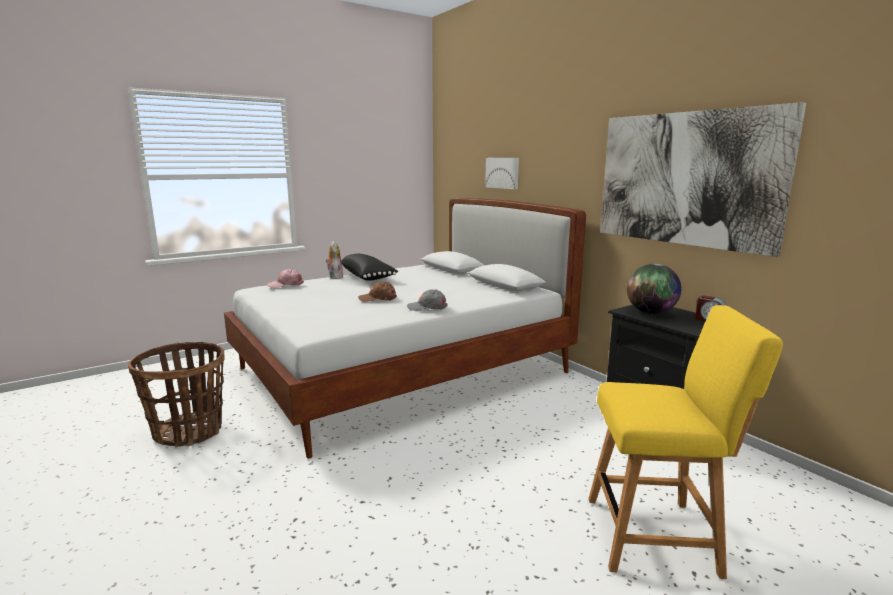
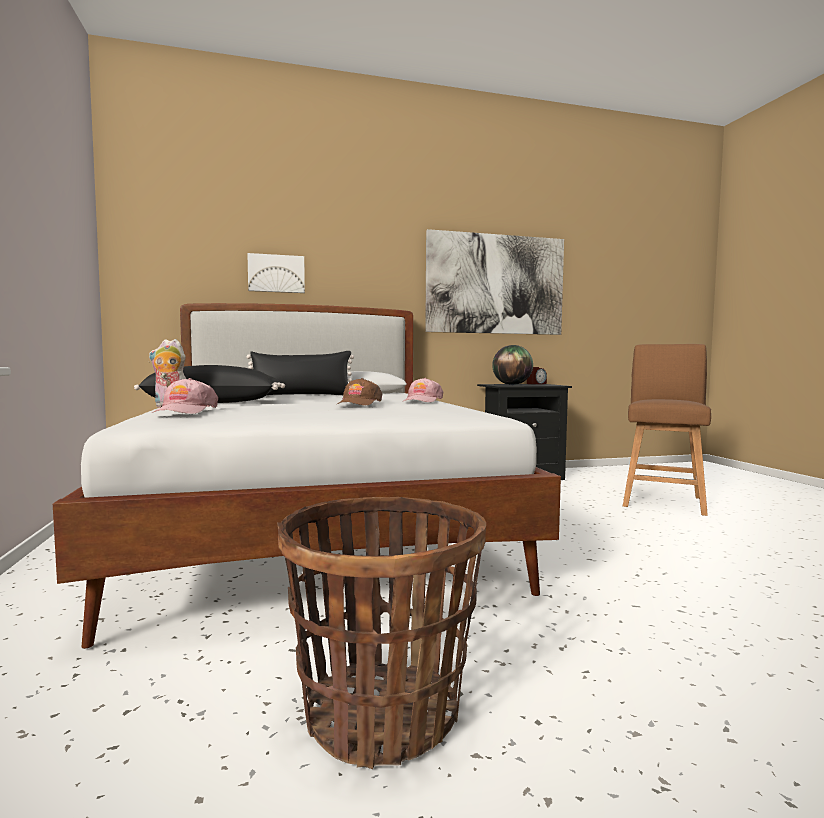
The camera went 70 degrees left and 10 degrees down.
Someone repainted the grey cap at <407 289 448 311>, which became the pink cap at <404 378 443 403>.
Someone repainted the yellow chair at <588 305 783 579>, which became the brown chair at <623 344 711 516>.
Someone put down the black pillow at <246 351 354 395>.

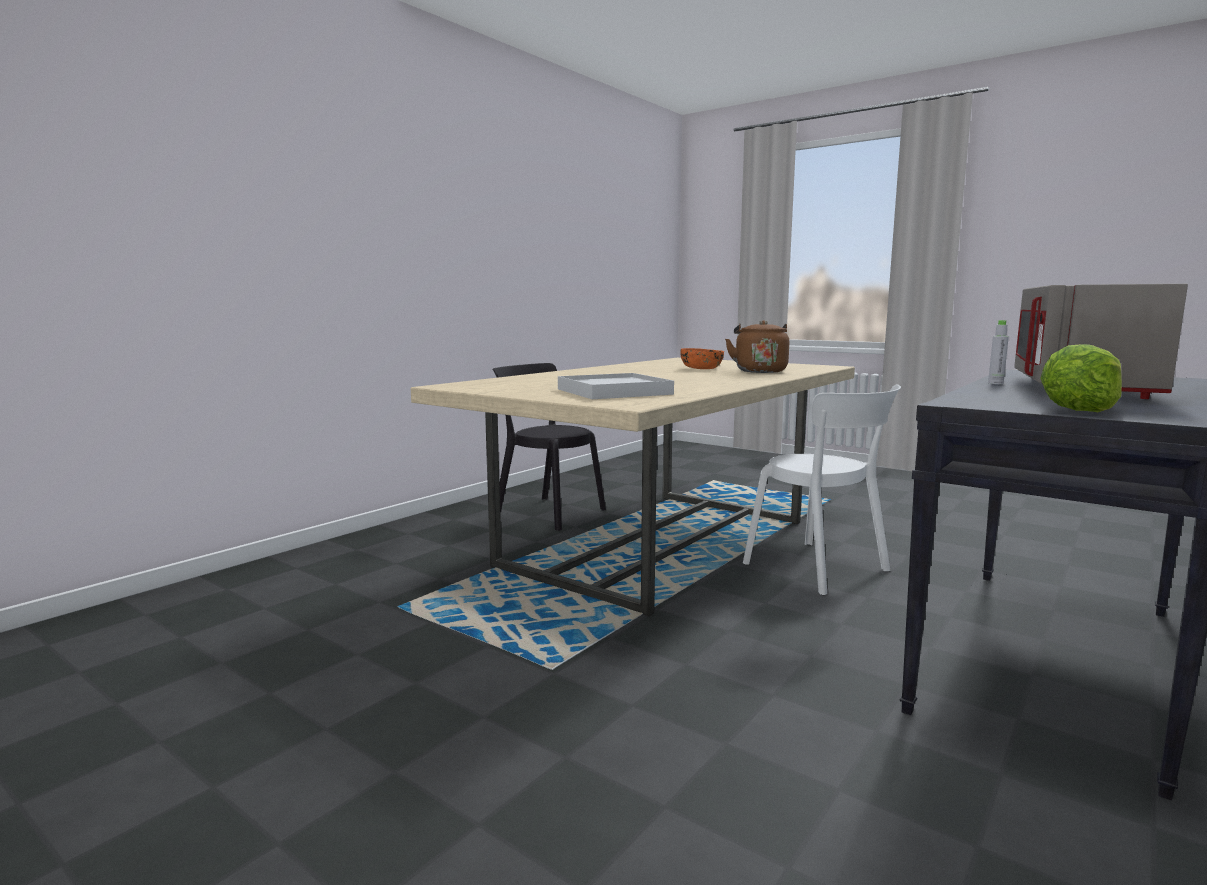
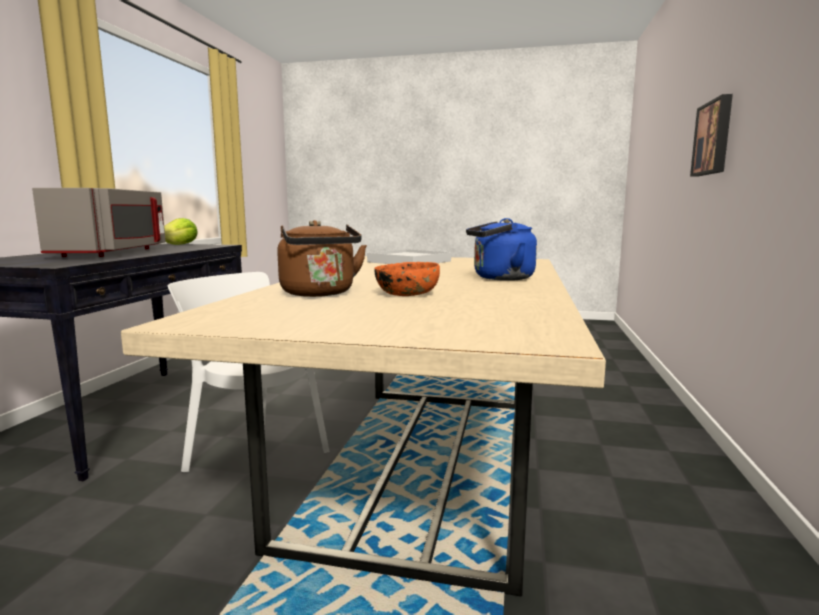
The camera went 155 degrees right and 0 degrees up.
Someone took away the black chair at <492 363 606 531>.
Someone took away the grey bottle at <988 320 1009 384>.
Someone put down the blue kettle at <466 218 537 281>.
Someone put up the picture at <690 94 733 176>.

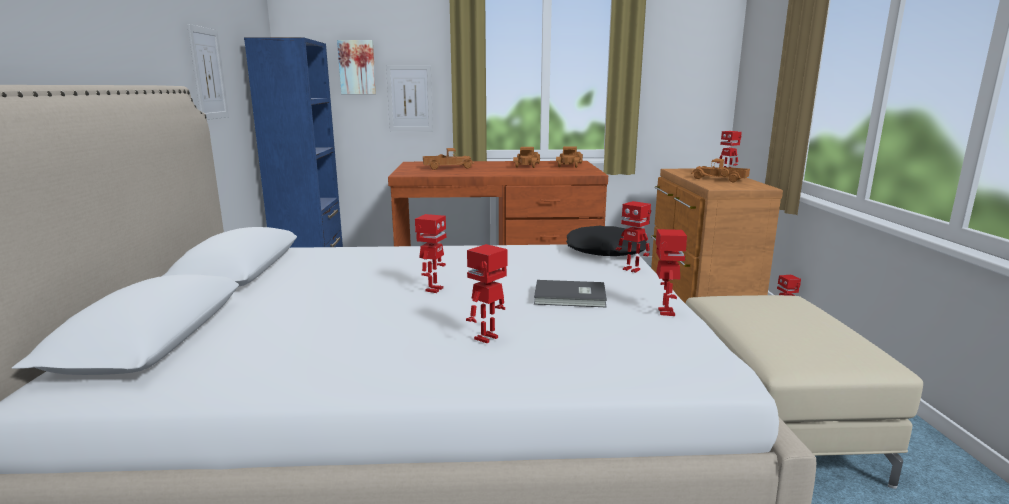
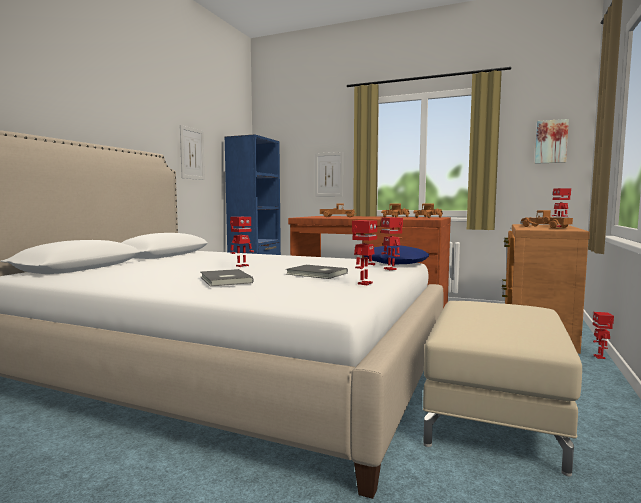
The camera went 25 degrees right and 10 degrees down.
Someone carried the picture from <337 40 376 94> to <535 119 569 164>.
Someone swapped the toy robot at <466 244 508 343> for the grey book at <201 269 254 287>.
Someone repainted the black pillow at <566 226 647 256>, which became the blue pillow at <363 246 429 265>.

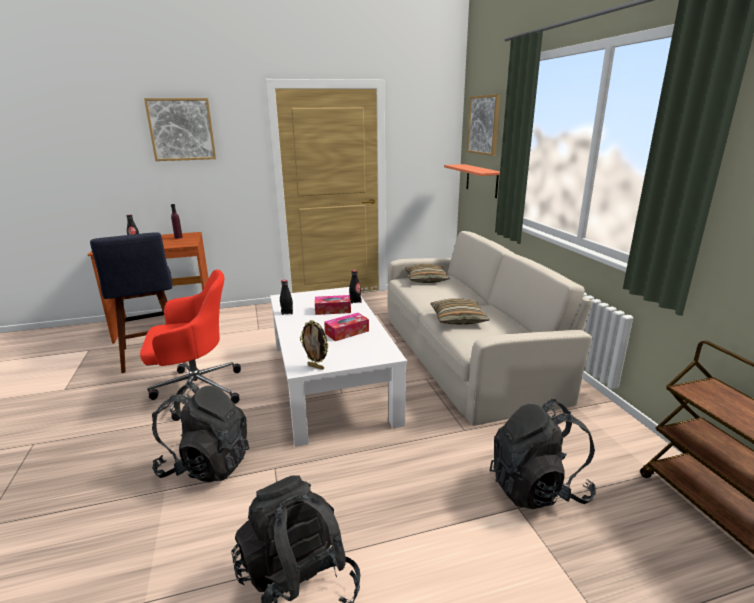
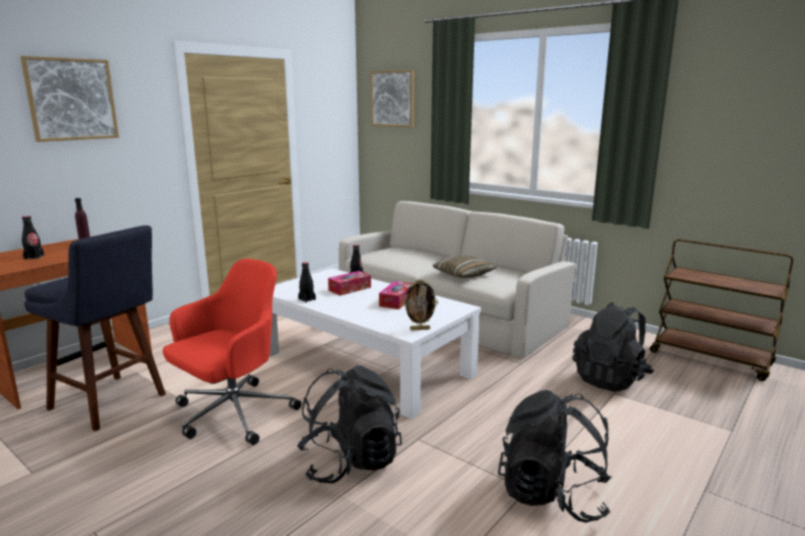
The camera went 35 degrees left and 5 degrees down.
Someone took away the pillow at <405 264 450 283>.
Someone took away the shelf at <444 164 500 198>.

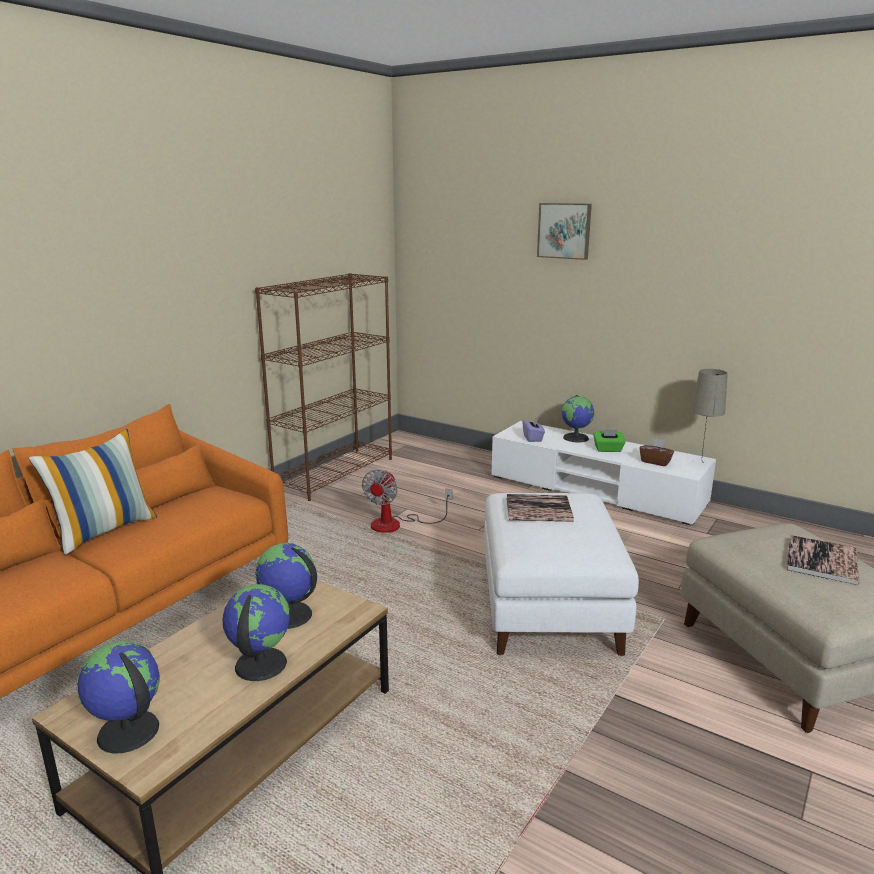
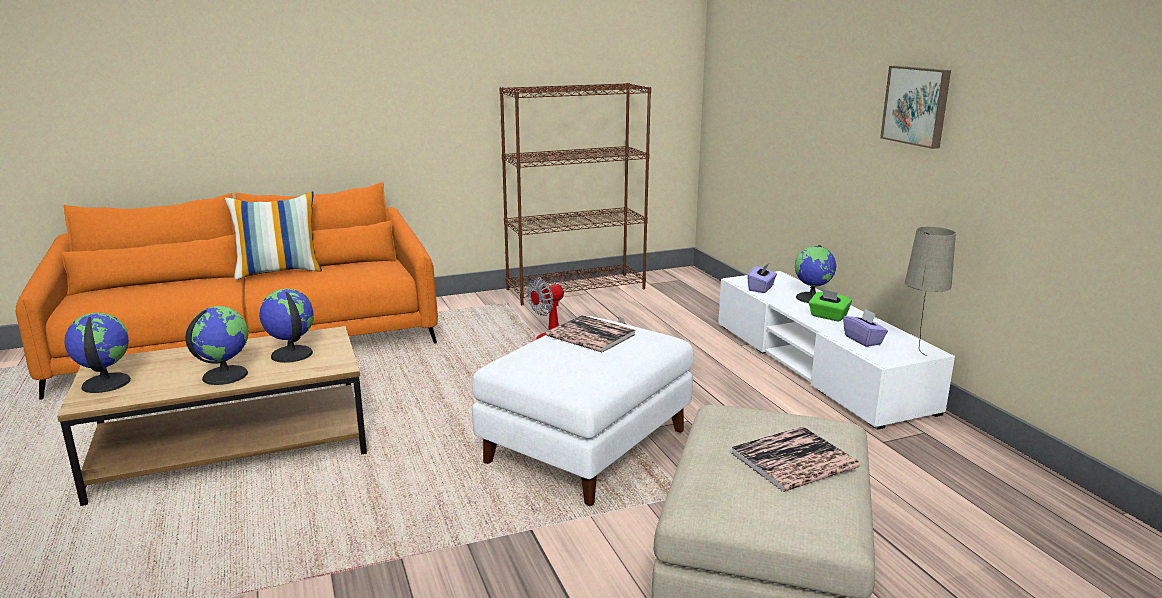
The camera went 35 degrees right and 0 degrees up.
Someone carried the picture from <537 203 592 260> to <880 66 951 149>.
Someone repainted the brown tissue box at <639 438 674 466>, which became the purple tissue box at <843 309 888 347>.

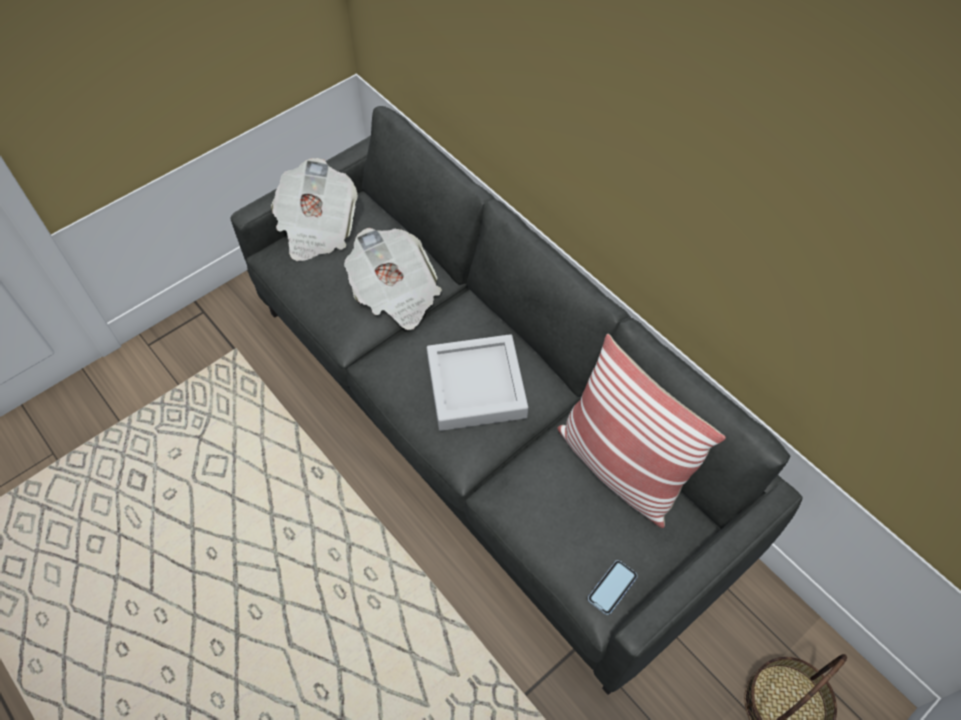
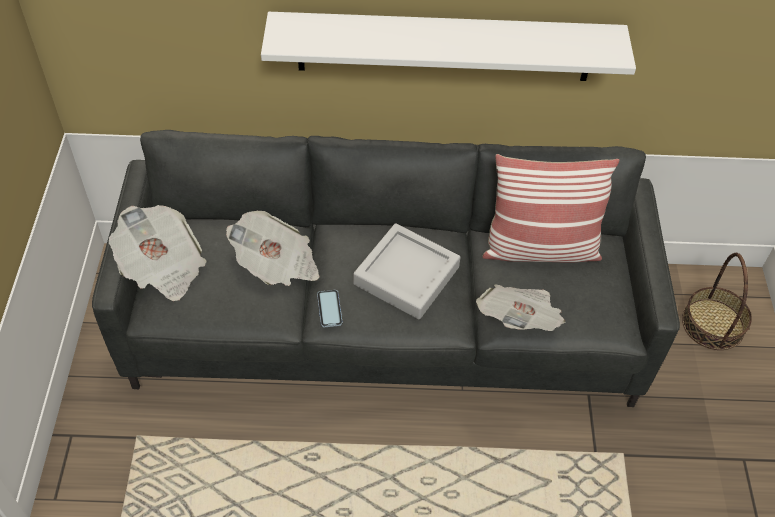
The camera went 50 degrees left and 5 degrees down.
Someone carried the phone from <588 560 638 615> to <317 290 343 327>.
Someone put up the white shelf at <261 12 636 81>.
Someone put down the newspaper at <476 284 566 331>.

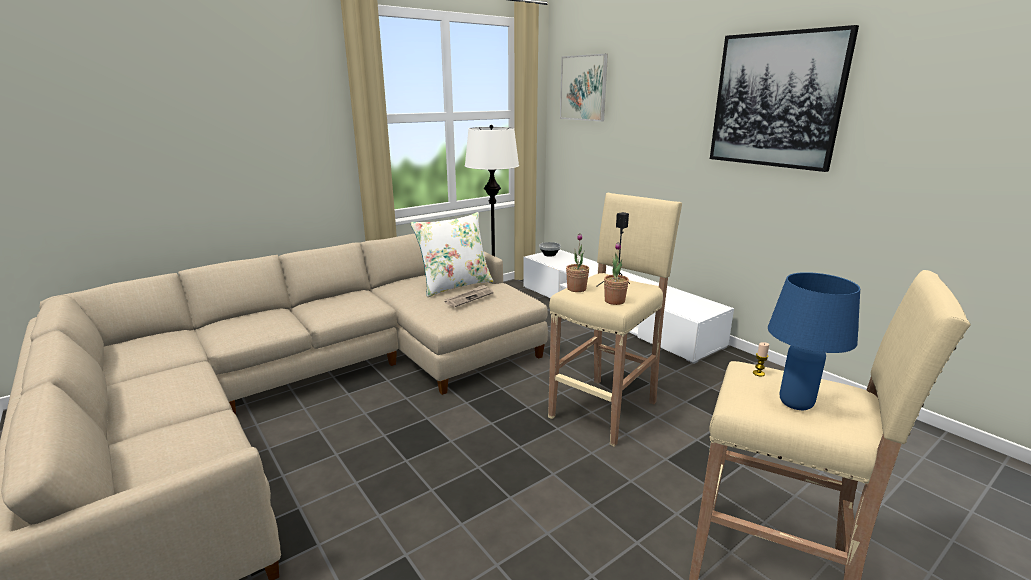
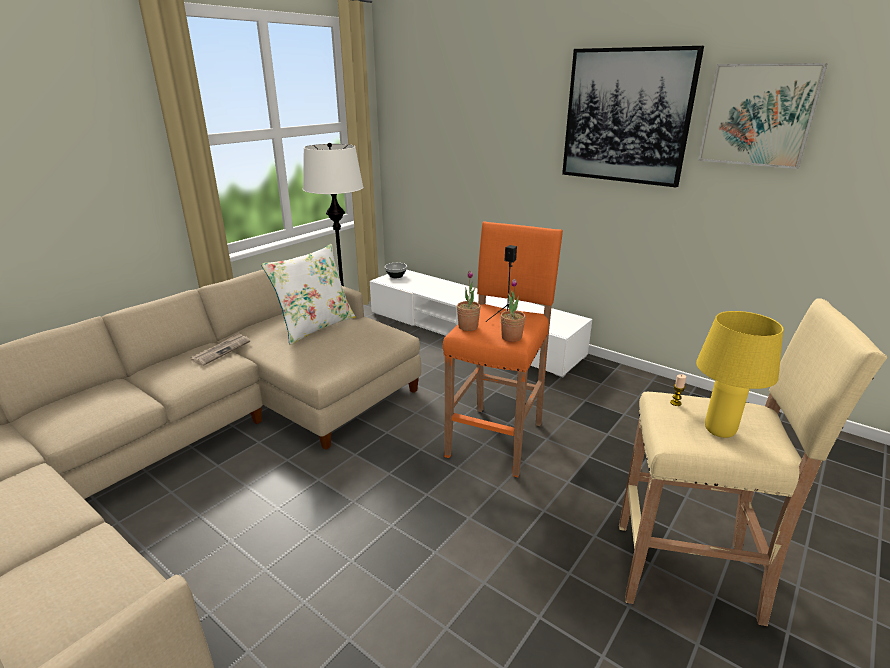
The camera went 15 degrees left and 5 degrees up.
Someone carried the newspaper from <444 285 494 307> to <191 333 250 366>.
Someone repainted the beige stool at <548 193 682 447>, which became the orange stool at <443 221 563 477>.
Someone carried the picture from <560 54 608 121> to <698 63 828 169>.
Someone repainted the blue table lamp at <768 272 860 410>, which became the yellow table lamp at <696 311 784 438>.

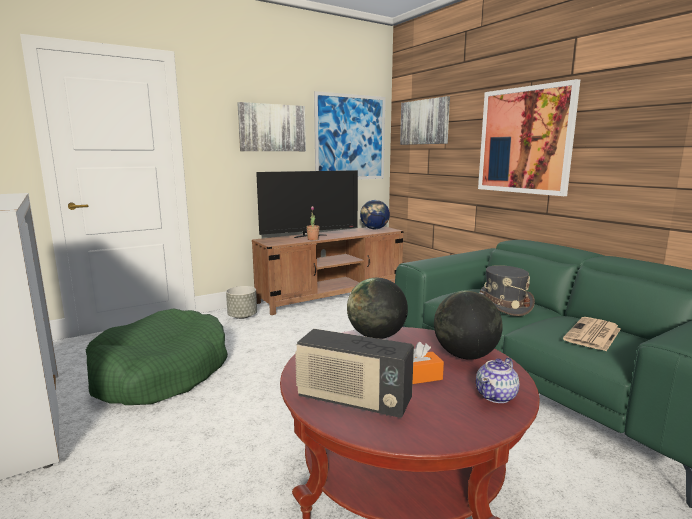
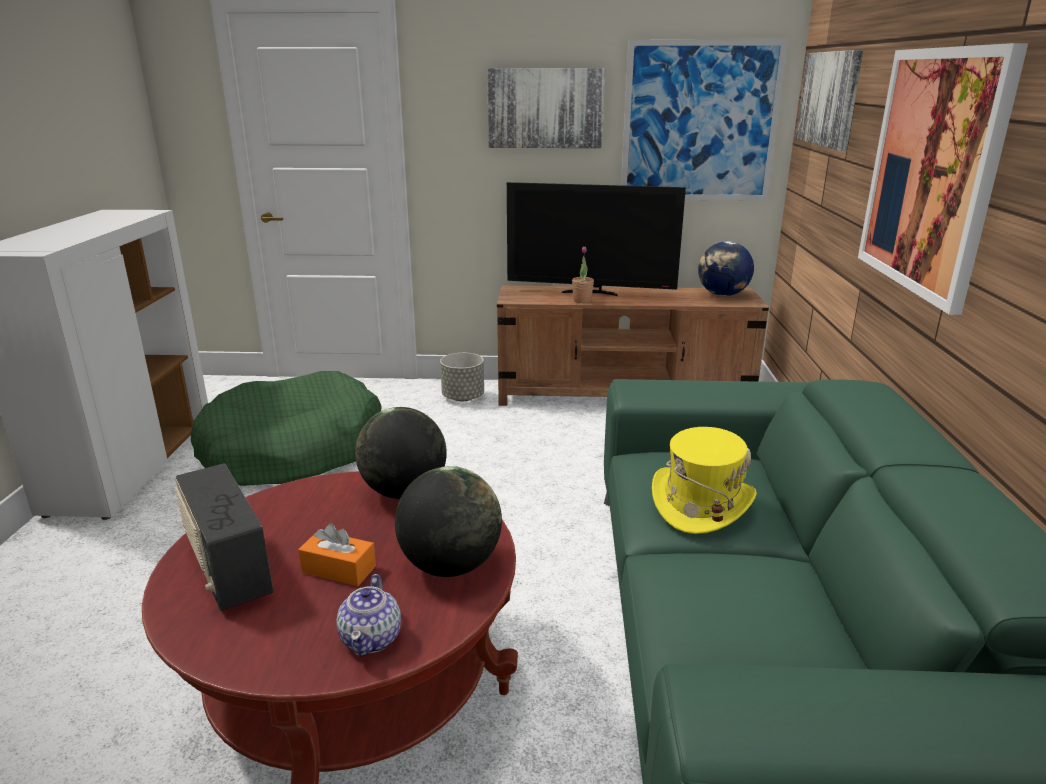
The camera went 35 degrees right and 10 degrees up.
Someone rotated the teapot at <476 358 519 403> by 75 degrees counterclockwise.
Someone repainted the grey hat at <479 265 535 316>, which became the yellow hat at <652 427 757 534>.
Someone took away the newspaper at <563 317 621 351>.

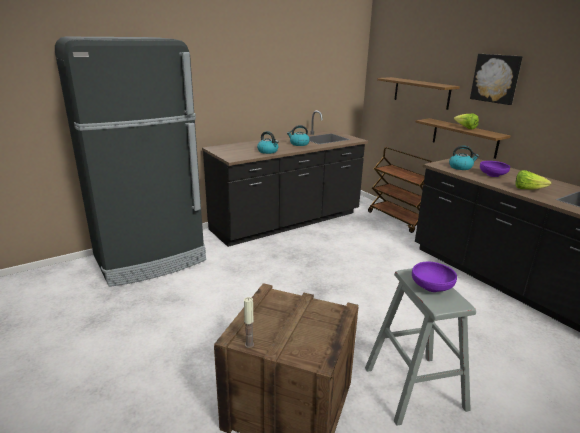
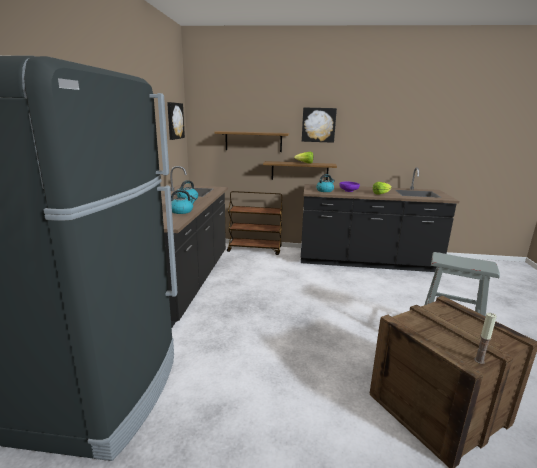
The camera went 50 degrees left and 5 degrees down.
Someone took away the purple bowl at <412 262 457 292>.
Someone put up the picture at <167 102 185 140>.

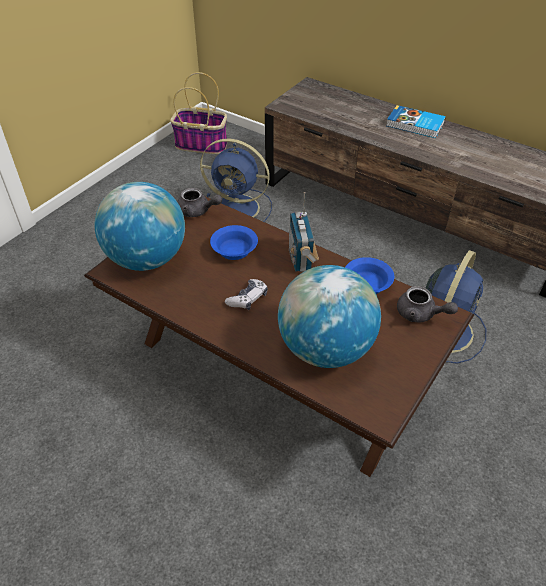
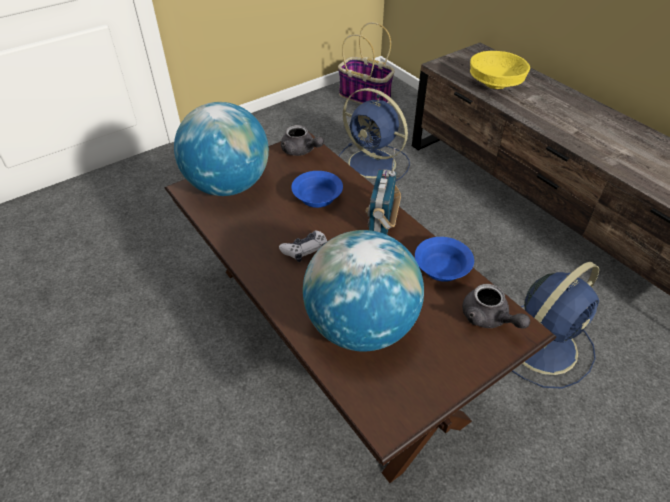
The camera went 20 degrees right and 0 degrees up.
Someone took away the book at <386 105 446 138>.
Someone put down the yellow bowl at <470 51 530 89>.

